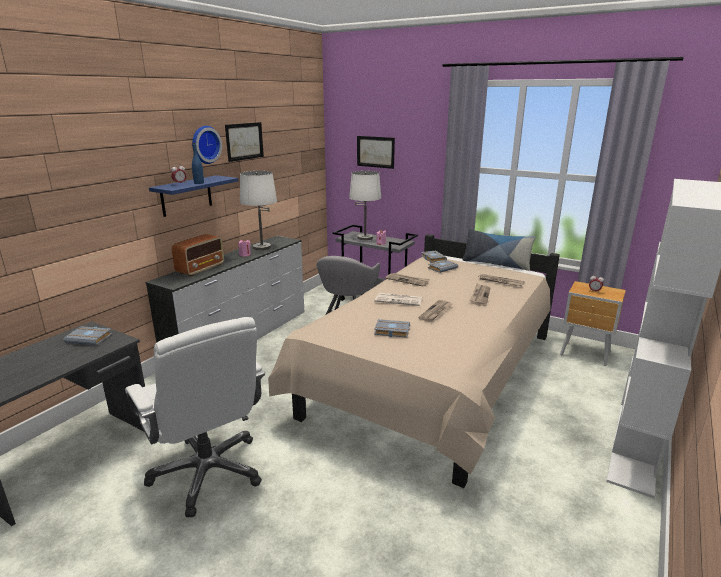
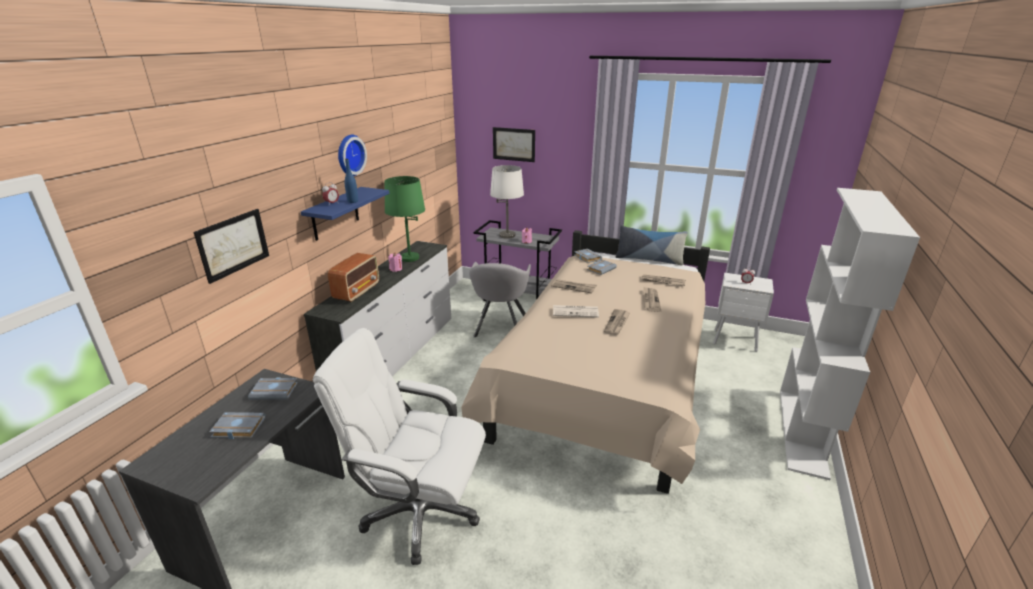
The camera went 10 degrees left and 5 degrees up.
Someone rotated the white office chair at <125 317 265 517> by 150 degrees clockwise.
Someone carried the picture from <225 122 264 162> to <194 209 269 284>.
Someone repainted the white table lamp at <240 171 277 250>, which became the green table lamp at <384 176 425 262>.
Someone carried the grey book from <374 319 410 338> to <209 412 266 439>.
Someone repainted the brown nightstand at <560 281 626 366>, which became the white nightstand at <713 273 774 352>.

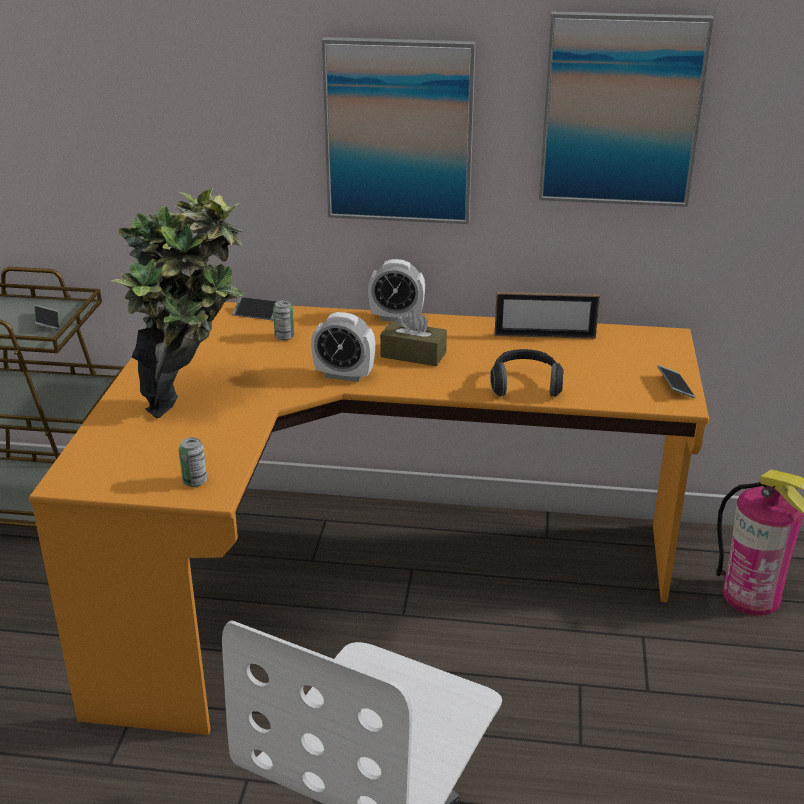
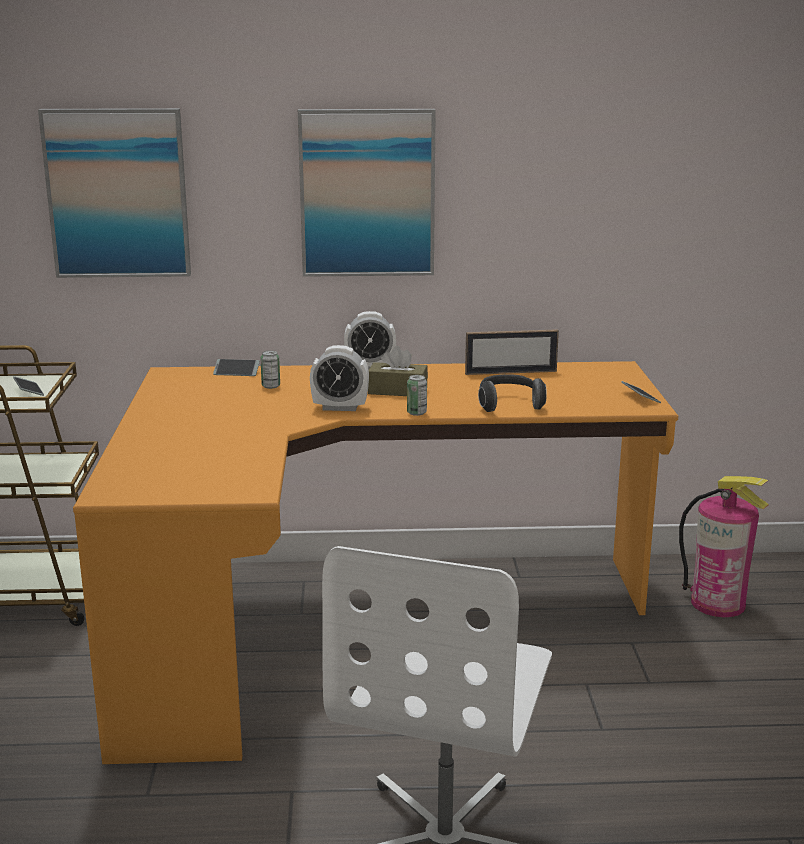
The camera went 10 degrees left and 10 degrees down.
Someone took away the potted plant at <112 186 245 418>.
Someone carried the can from <179 437 207 487> to <407 375 427 416>.
Someone carried the picture from <539 11 714 207> to <38 108 191 278>.

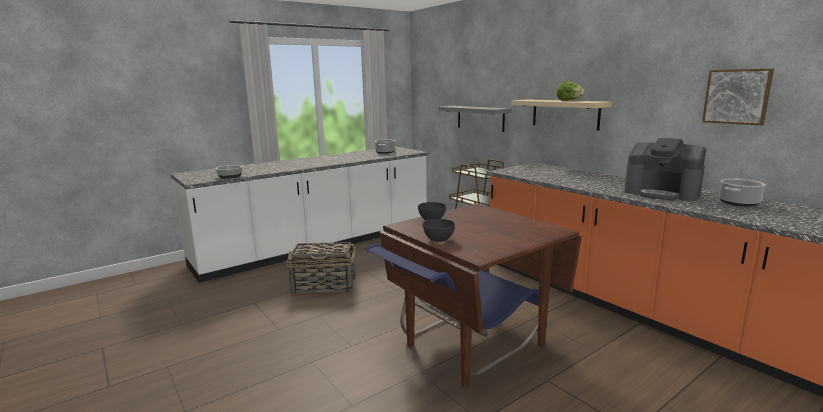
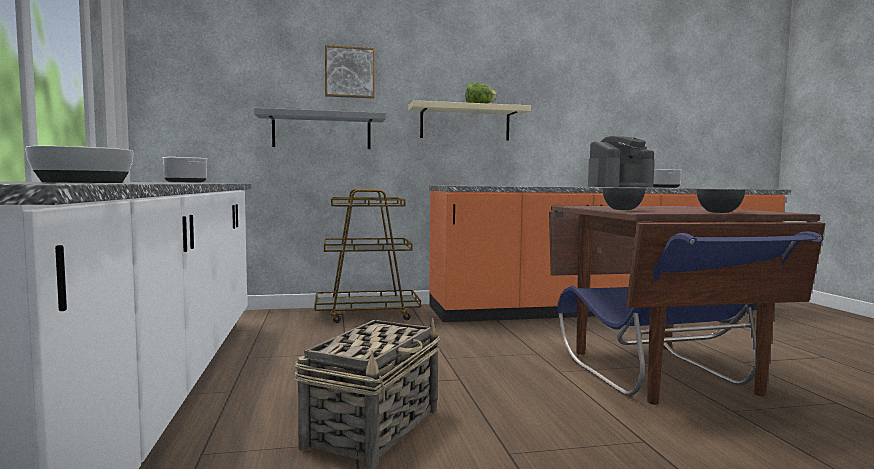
The camera went 65 degrees left and 10 degrees down.
Someone carried the picture from <702 68 774 125> to <325 45 375 99>.

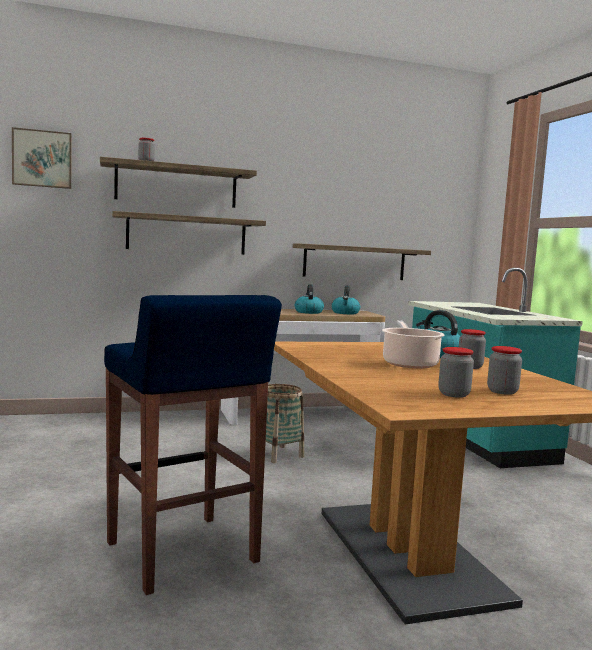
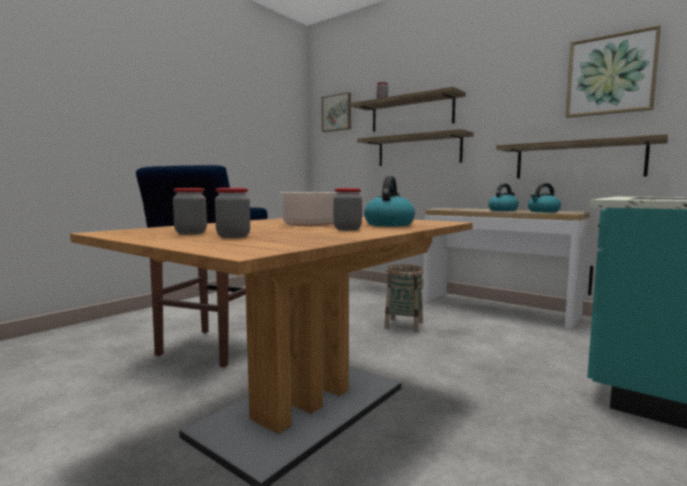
The camera went 55 degrees right and 0 degrees up.
Someone put up the picture at <566 25 661 118>.

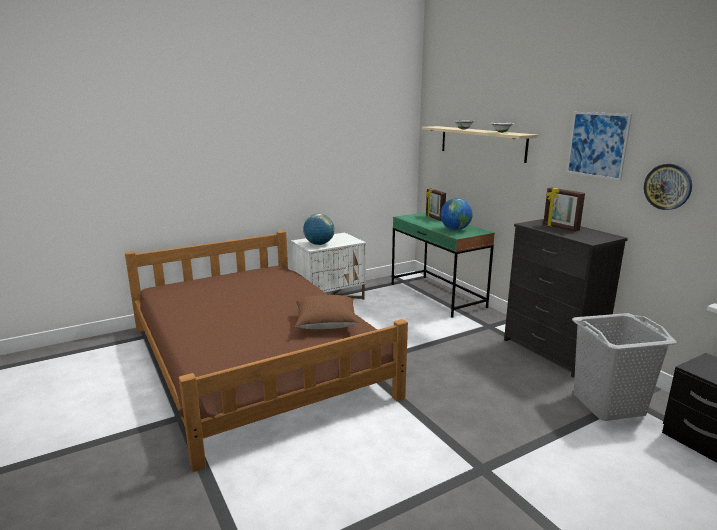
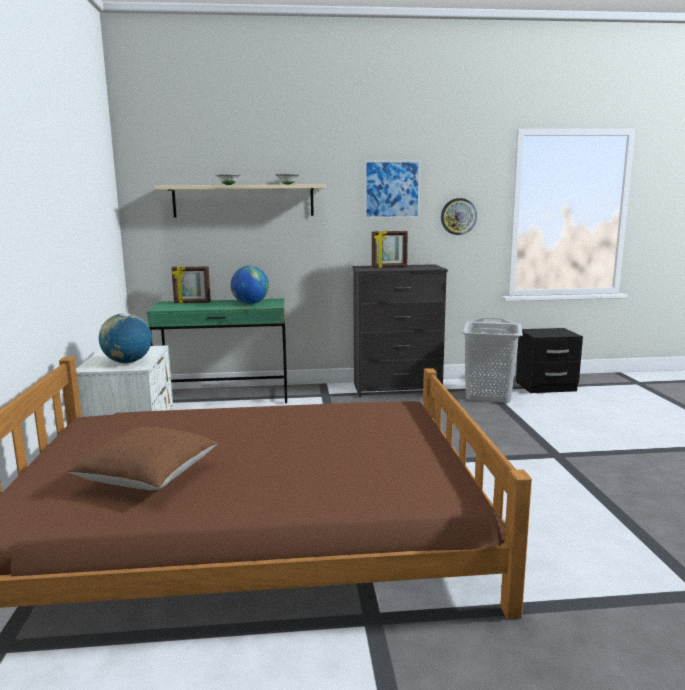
The camera went 65 degrees left and 5 degrees down.
Someone carried the brown pillow from <295 295 359 329> to <67 427 218 490>.

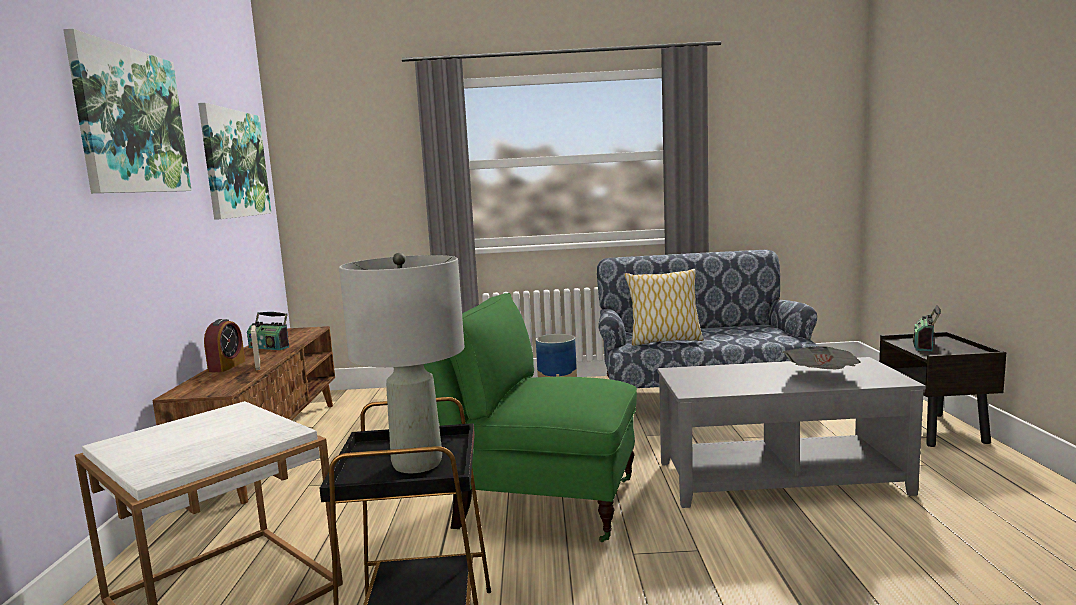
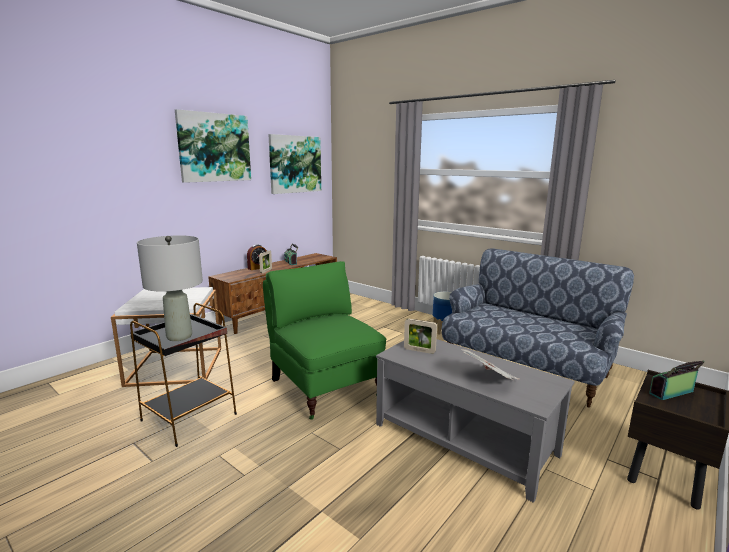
The camera went 40 degrees right and 5 degrees up.
Someone took away the pillow at <624 269 704 346>.
Someone put down the picture frame at <404 318 437 354>.

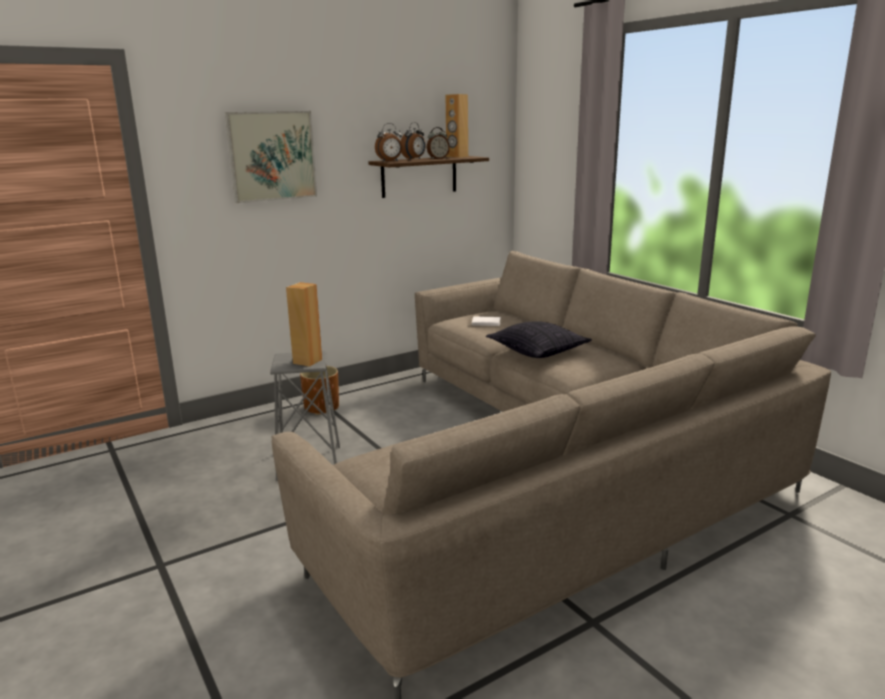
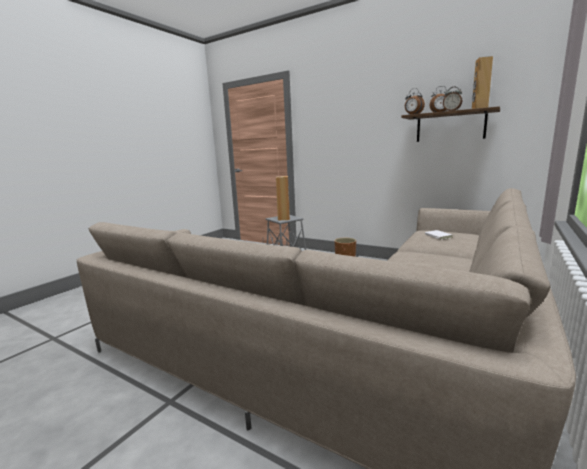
The camera went 65 degrees right and 5 degrees down.
Someone took away the picture at <225 111 317 203>.
Someone took away the pillow at <486 321 592 358>.

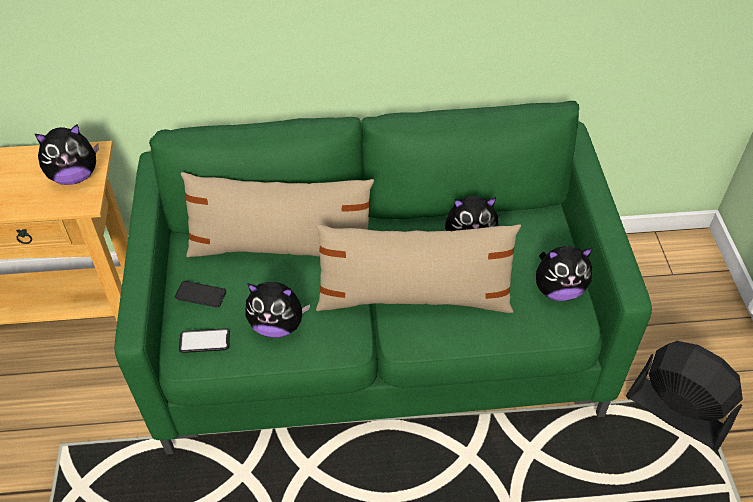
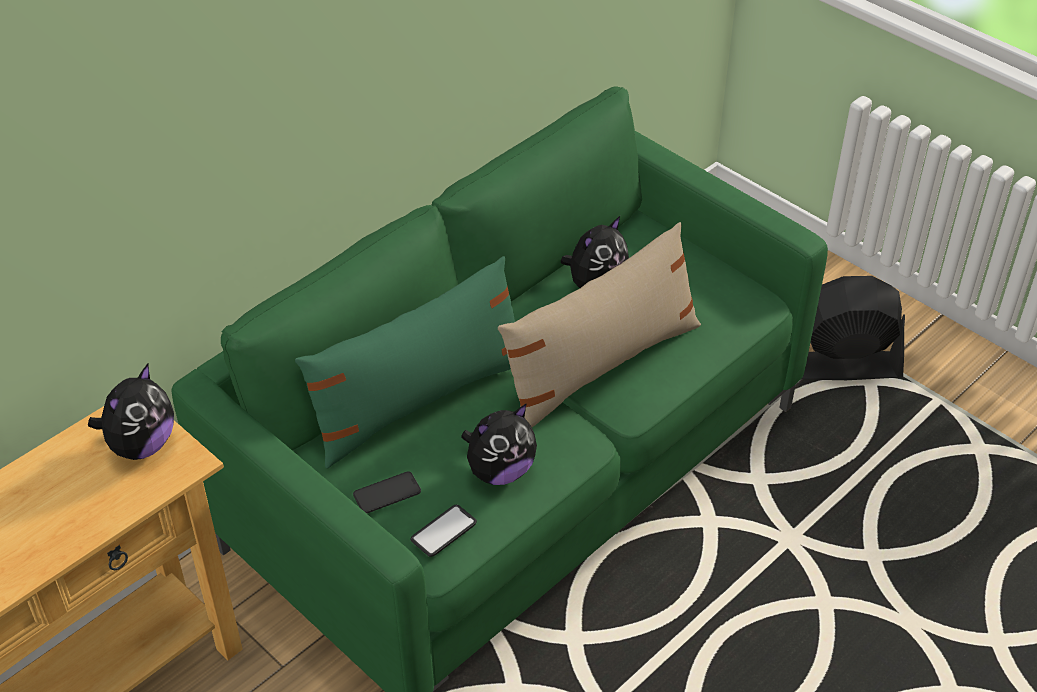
The camera went 40 degrees left and 5 degrees down.
Someone repainted the beige pillow at <181 172 374 257>, which became the green pillow at <295 256 515 468>.
Someone took away the plush toy at <536 246 593 301>.

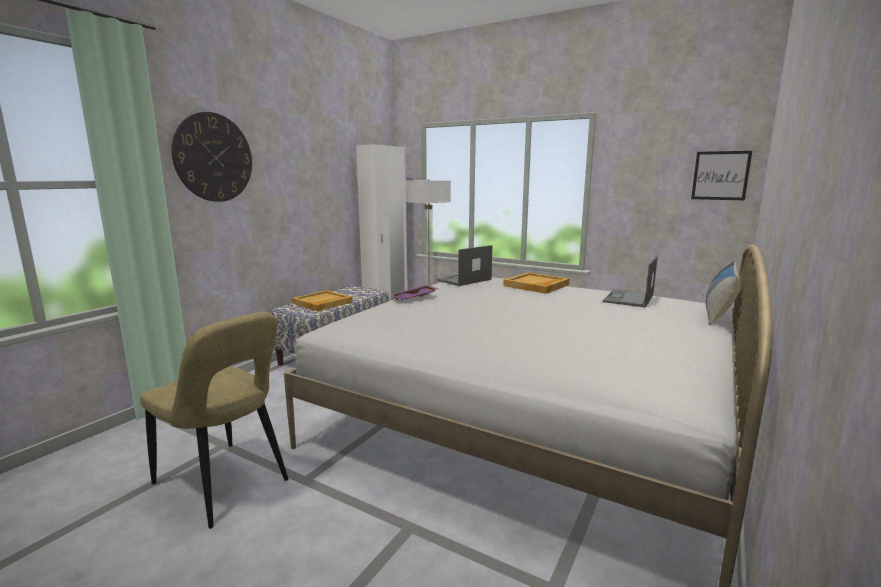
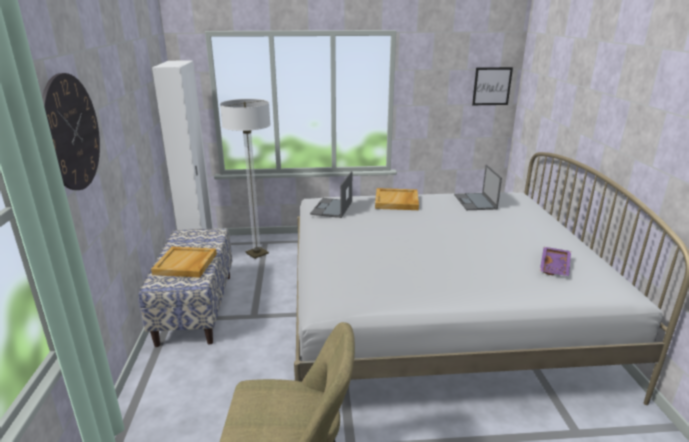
The camera went 35 degrees left and 10 degrees up.
Someone carried the purple tray from <391 285 438 300> to <540 247 571 276>.
Someone took away the pillow at <706 261 741 325>.

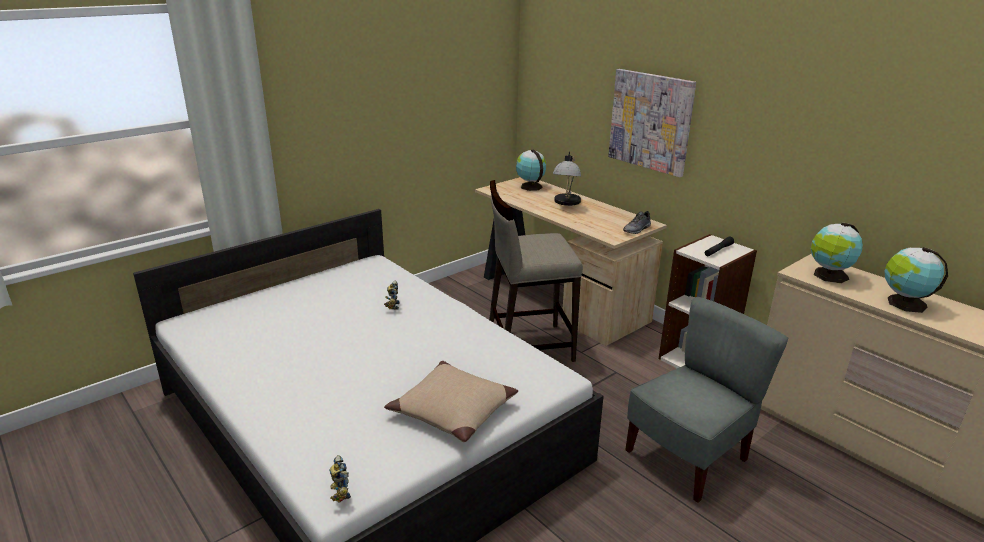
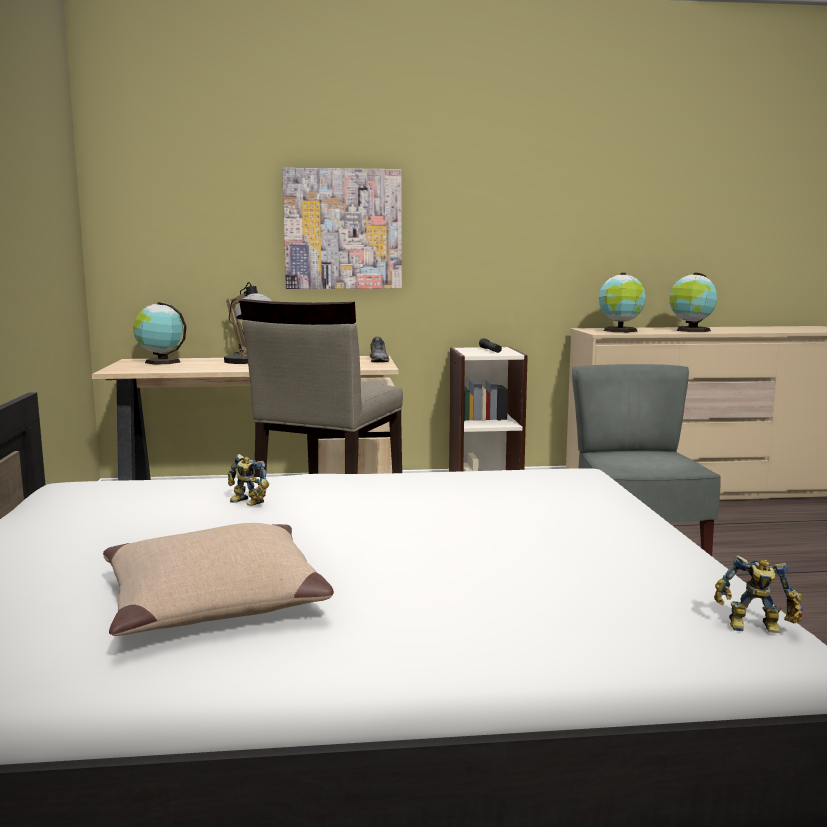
The camera went 55 degrees left and 15 degrees down.
Someone carried the beige pillow from <384 361 518 442> to <103 523 334 636>.

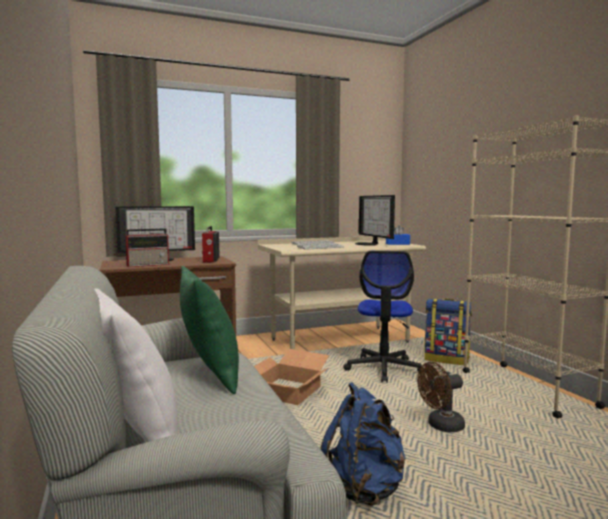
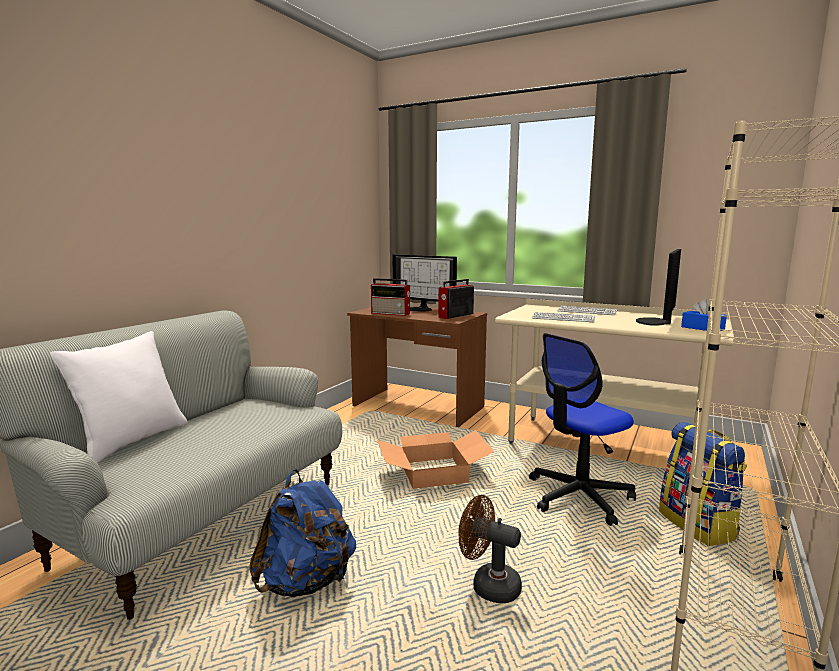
The camera went 50 degrees right and 5 degrees up.
Someone took away the green pillow at <180 266 239 394>.

